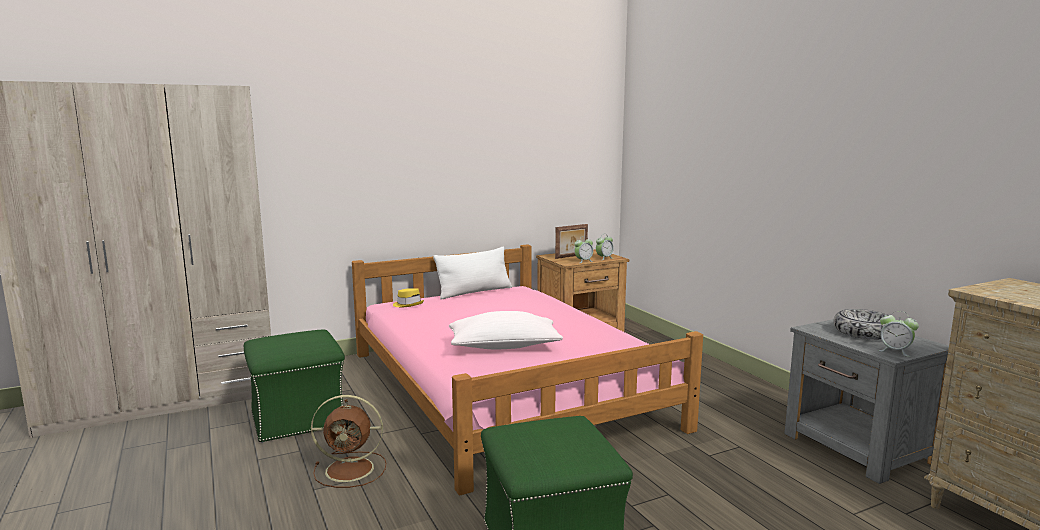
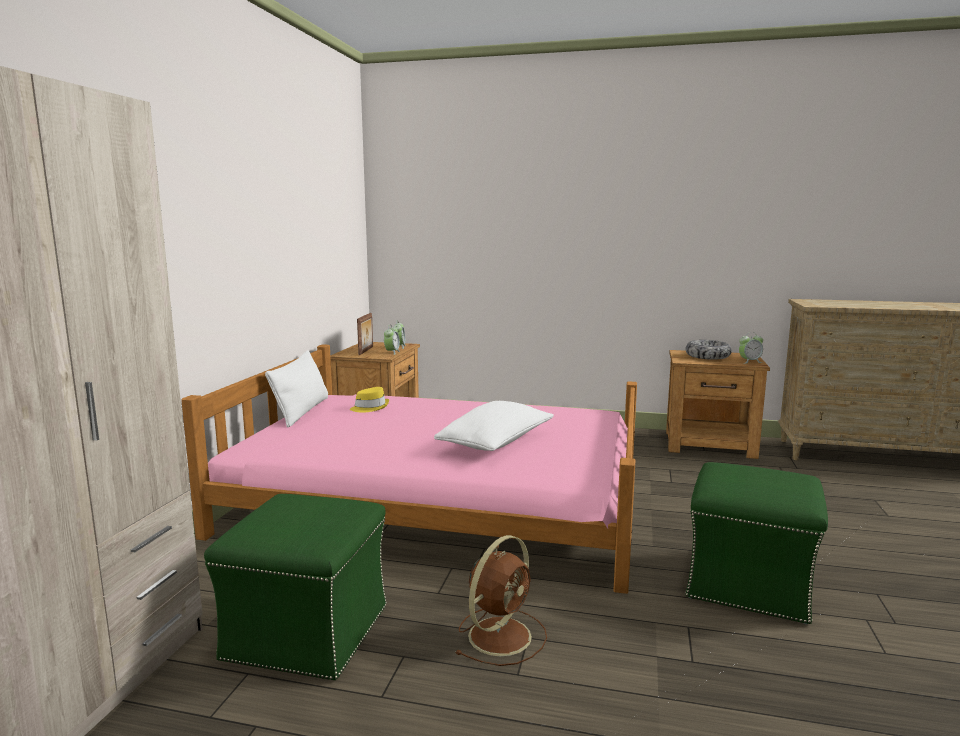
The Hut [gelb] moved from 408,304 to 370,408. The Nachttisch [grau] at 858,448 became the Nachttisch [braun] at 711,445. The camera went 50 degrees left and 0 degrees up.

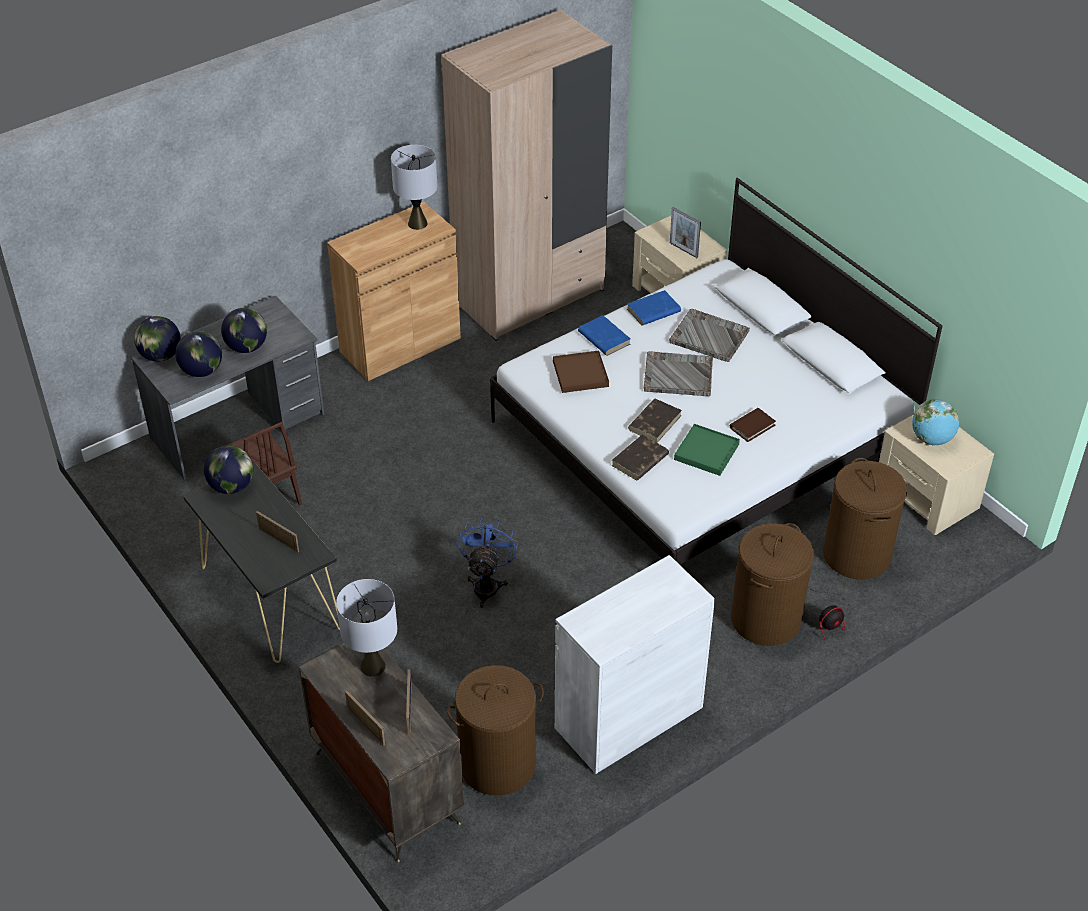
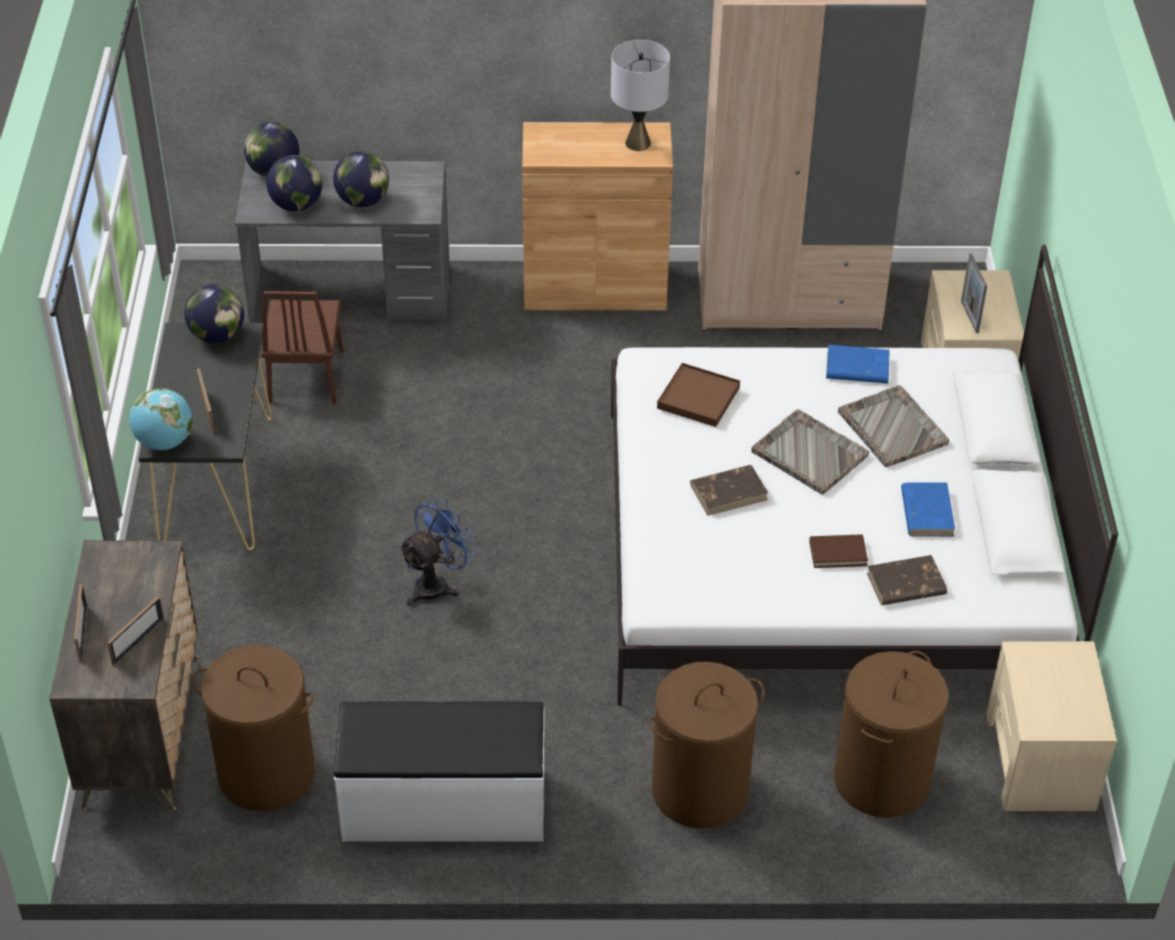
The Tischlampe [grau] at 373,666 disappeared. The Tablett [grün] at 706,452 disappeared. The Ventilator at 830,619 disappeared. The Buch [blau] moved from 603,338 to 926,512. The Buch [braun] moved from 639,460 to 905,584. The Globus moved from 932,439 to 164,442. The Schrank [weiß] at 629,718 was replaced by the Bank [weiß] at 444,806. The camera went 35 degrees right and 0 degrees up.

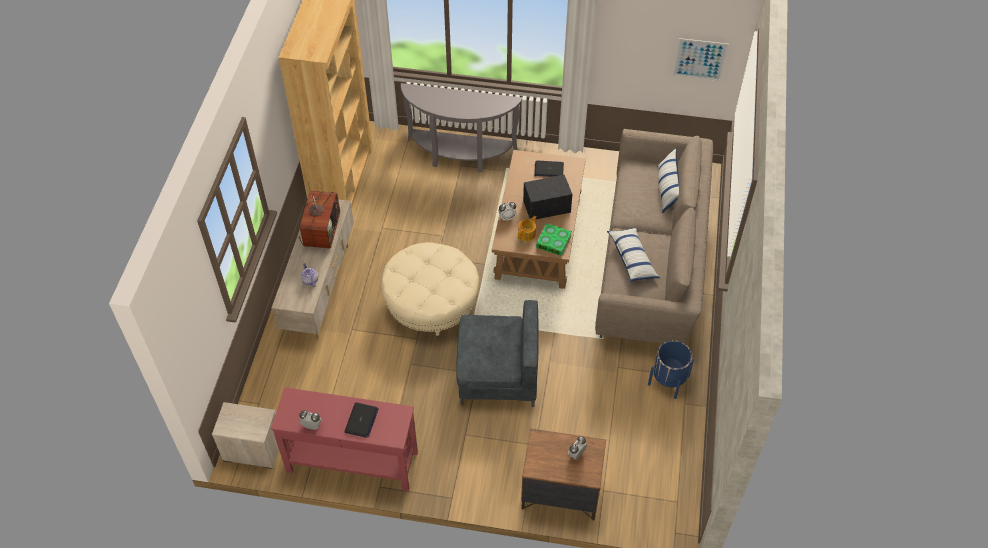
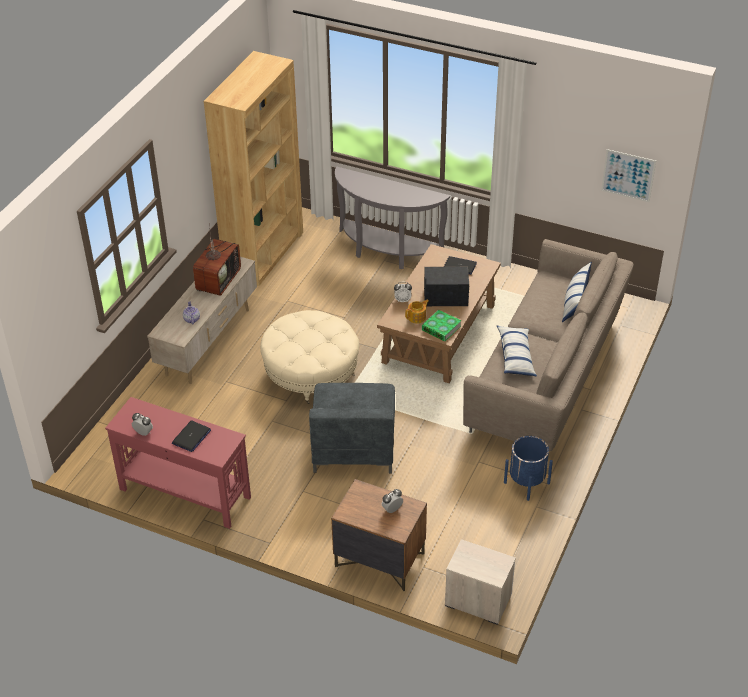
The Nachttisch moved from 252,448 to 477,599. The Sessel [grau] at 497,373 turned 75 degrees clockwise. The camera went 15 degrees right and 10 degrees down.

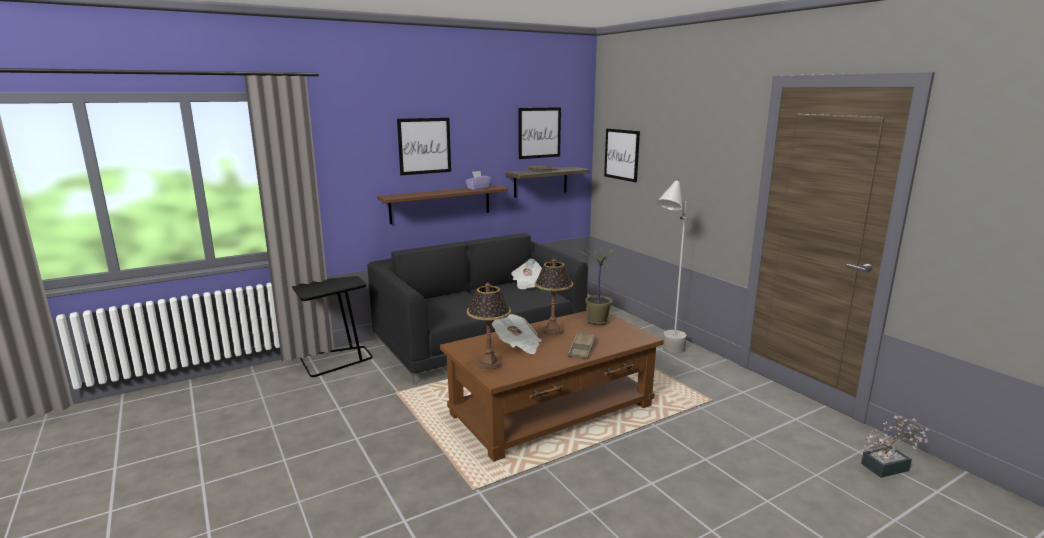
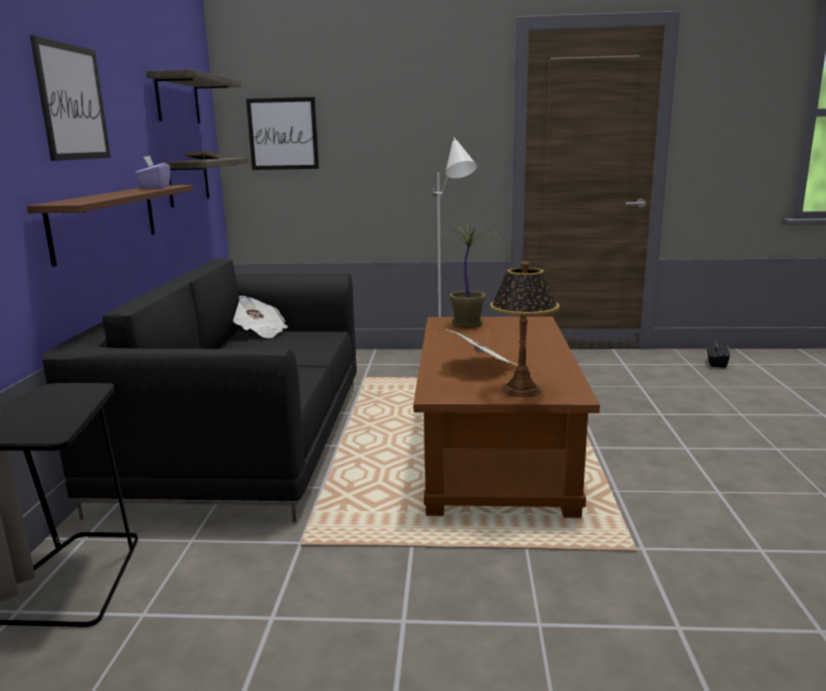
The Tischlampe at 553,330 disappeared. The Tablett [braun] at 582,349 disappeared. The Bild at 539,133 was replaced by the Wandregal at 178,100. The Topfpflanze at 889,466 was replaced by the Taschentuchbox [schwarz] at 716,363. The camera went 55 degrees left and 0 degrees up.

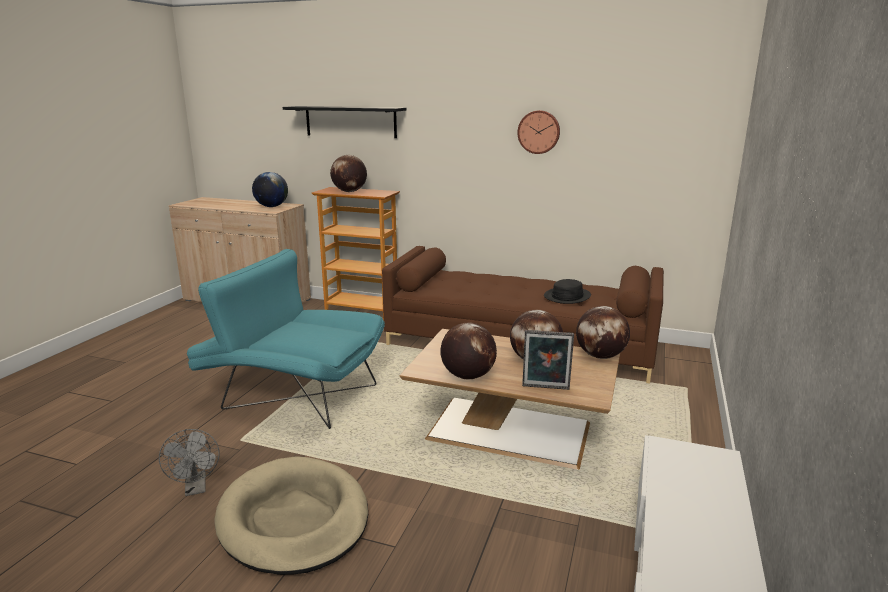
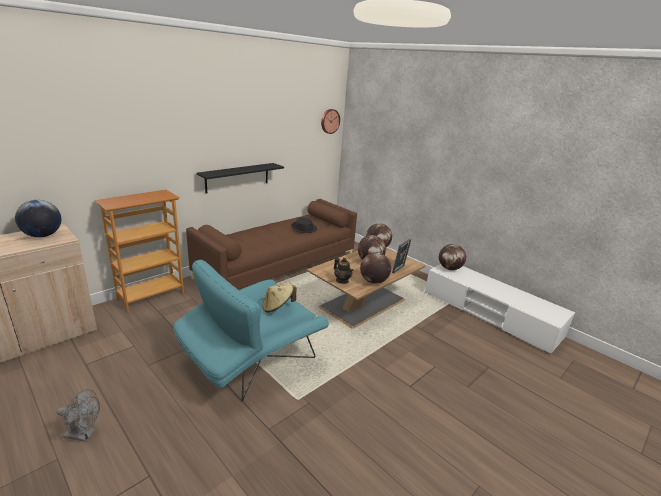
The Hundebett [beige] at 294,519 disappeared. The Hut [beige] at 277,307 appeared. The Teekanne at 342,280 appeared. The Ventilator [grau] moved from 196,488 to 84,434. The Wandregal [schwarz] moved from 350,121 to 237,177. The Globus moved from 349,192 to 449,269. The Wanduhr moved from 539,132 to 329,121. The camera went 65 degrees left and 5 degrees up.

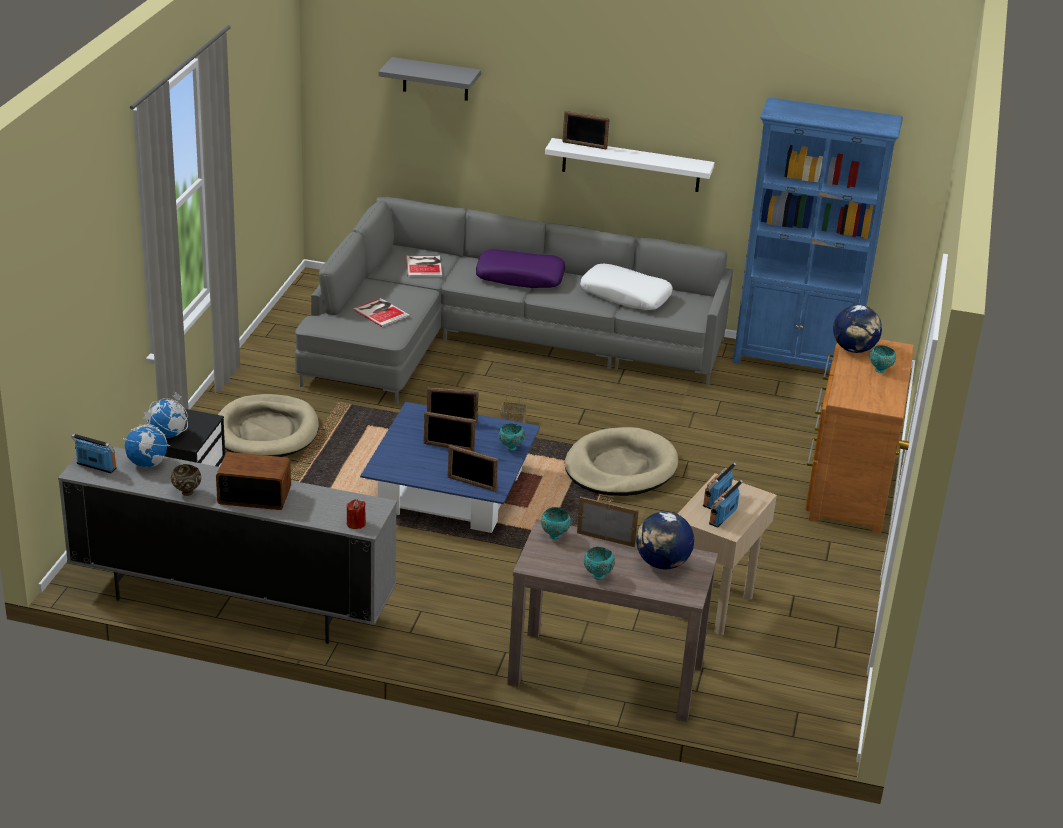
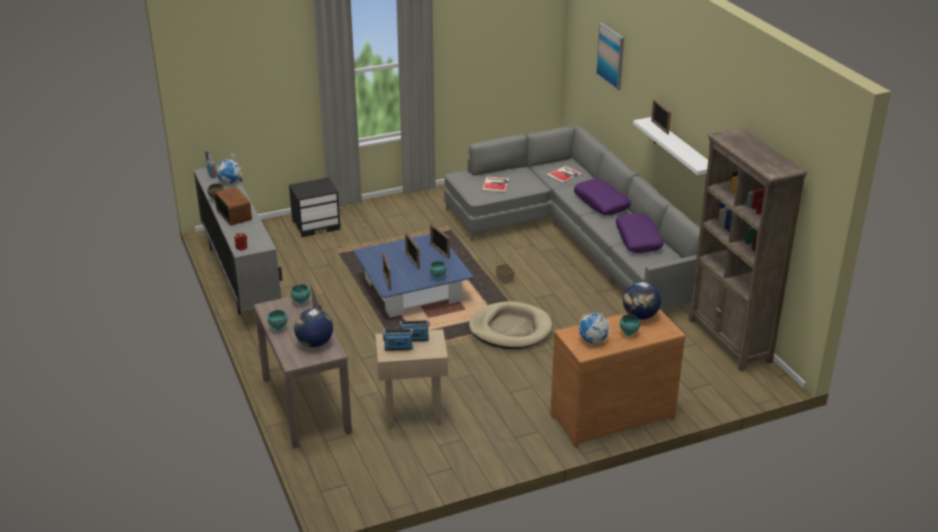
The Hundebett [beige] at 266,431 disappeared. The Globus moved from 168,435 to 593,341. The Wandregal [grau] at 435,79 was replaced by the Bild at 611,56. The Kissen [weiß] at 626,295 became the Kissen [lila] at 639,239. The Bücherregal [blau] at 796,362 became the Bücherregal [braun] at 729,341. The camera went 55 degrees right and 0 degrees up.

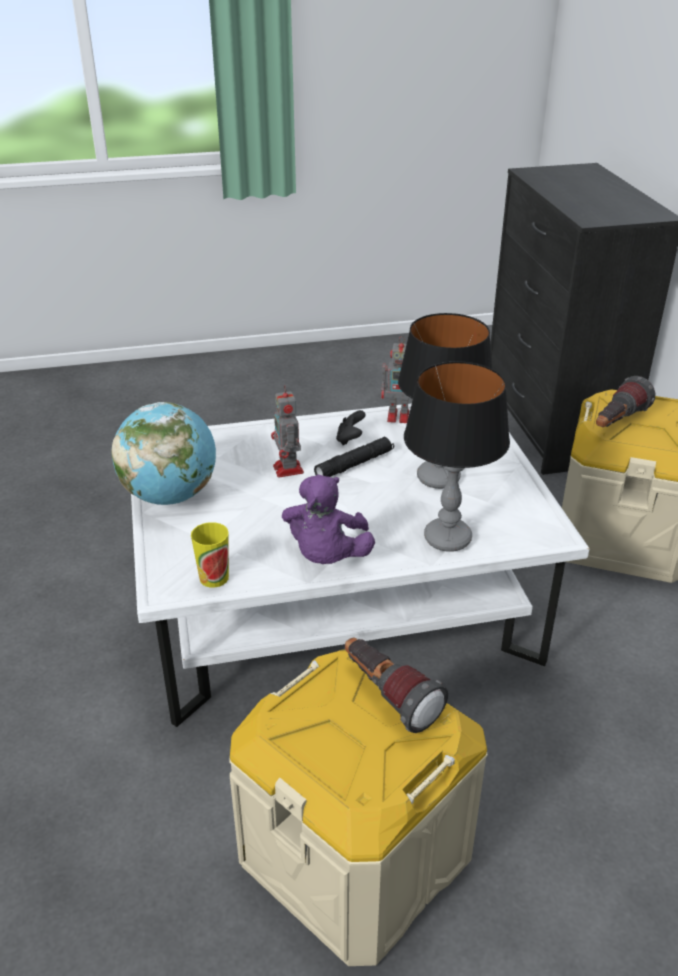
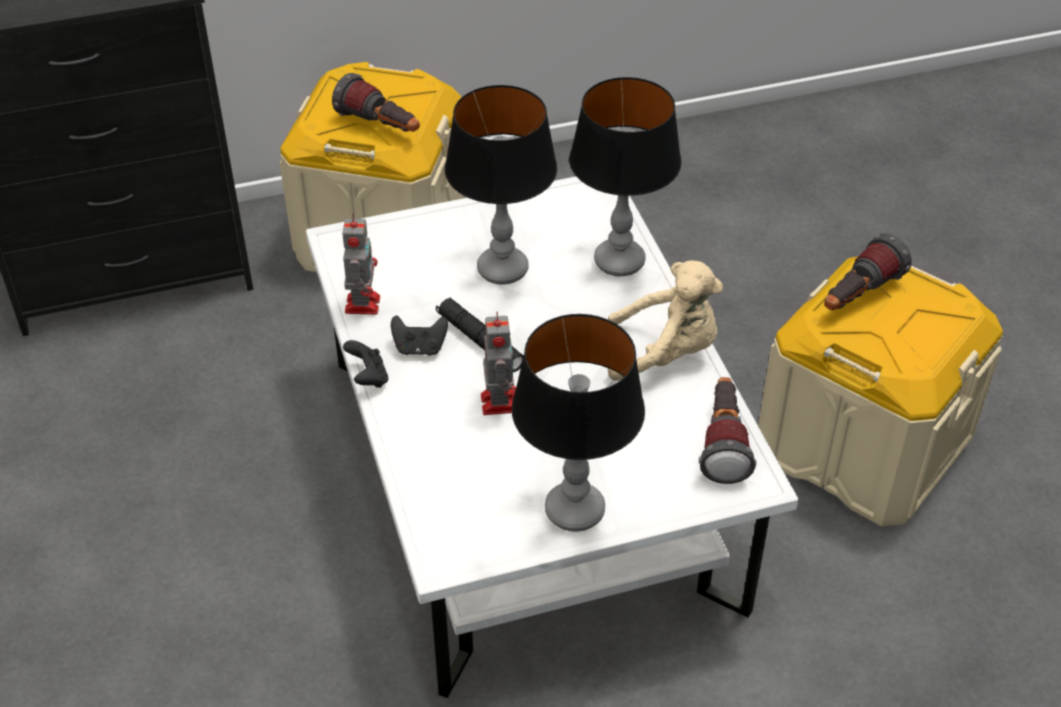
The Gamepad [schwarz] at 368,377 appeared. The Globus at 170,495 was replaced by the Tischlampe at 574,510. The Tasse at 214,577 was replaced by the Taschenlampe at 723,443. The Plüschtier [lila] at 327,556 became the Plüschtier [beige] at 666,353. The Spielzeugroboter at 288,470 turned 75 degrees counterclockwise. The camera went 95 degrees left and 10 degrees up.

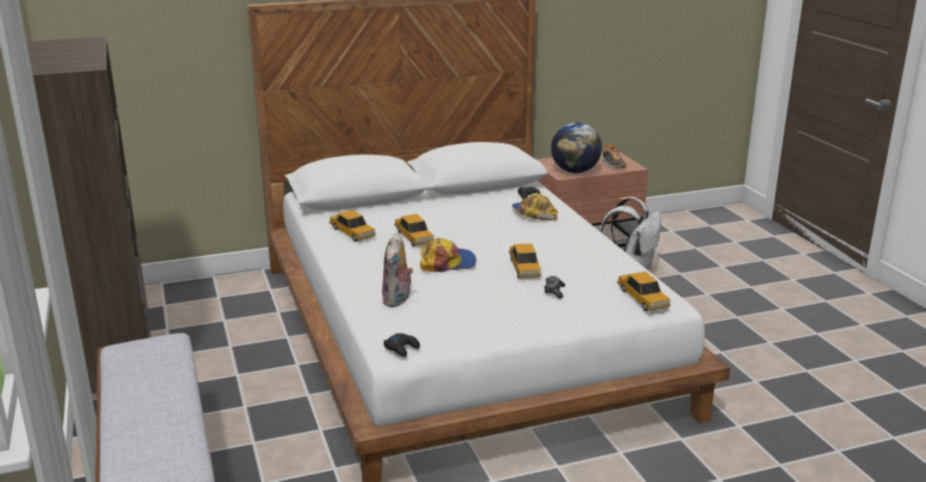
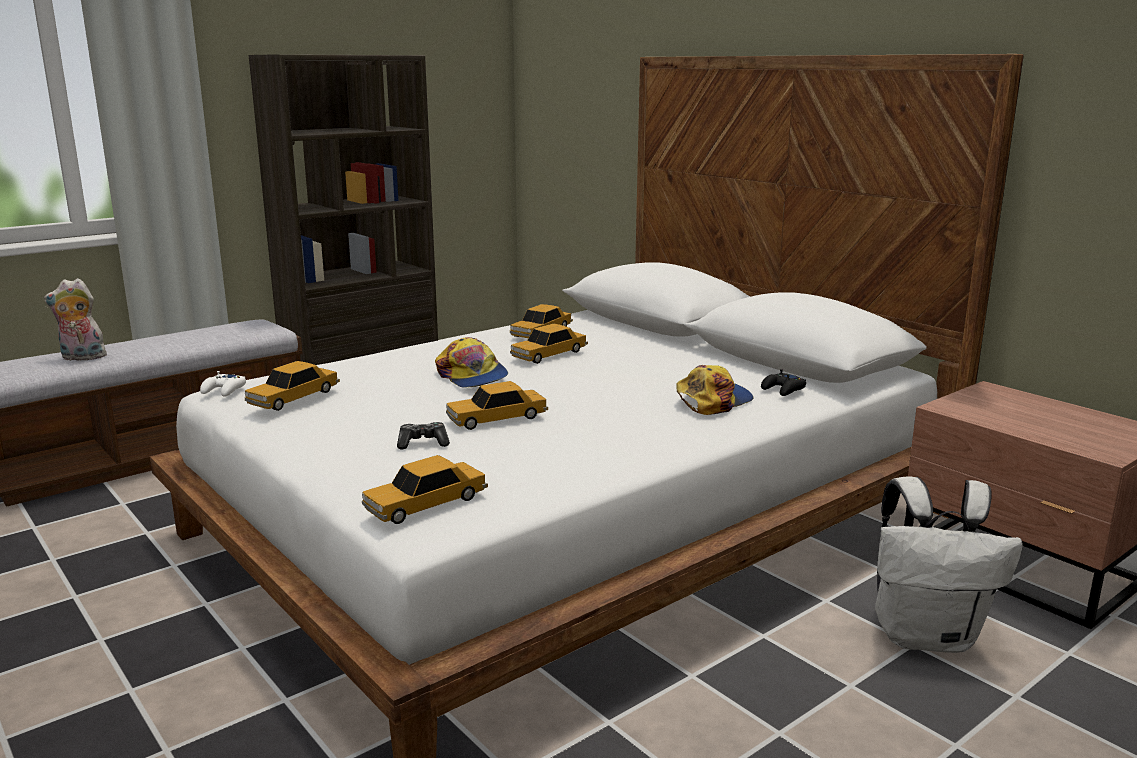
The Globus at 575,171 disappeared. The Schuh at 612,164 disappeared. The Spielzeugauto at 293,397 appeared. The Plüschtier moved from 398,300 to 81,358. The Gamepad [schwarz] at 402,348 became the Gamepad [weiß] at 224,390. The camera went 70 degrees right and 5 degrees down.

